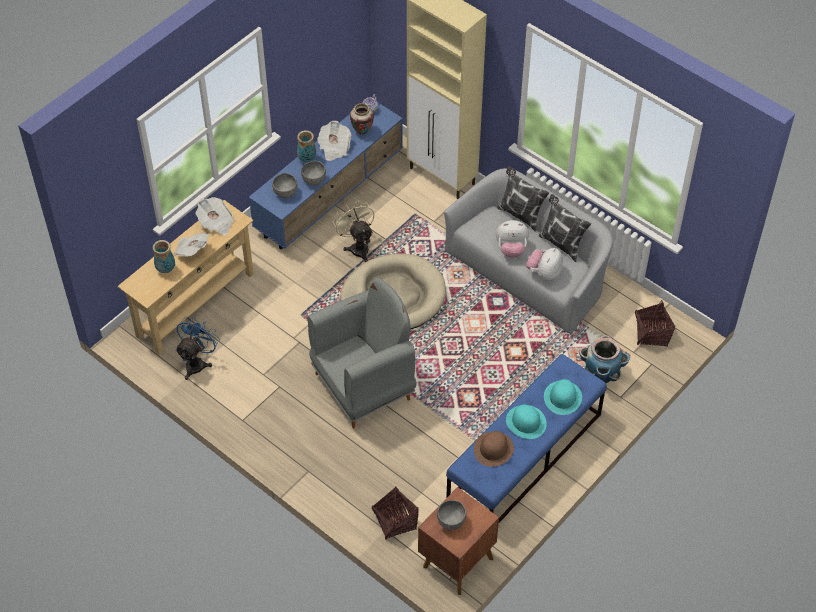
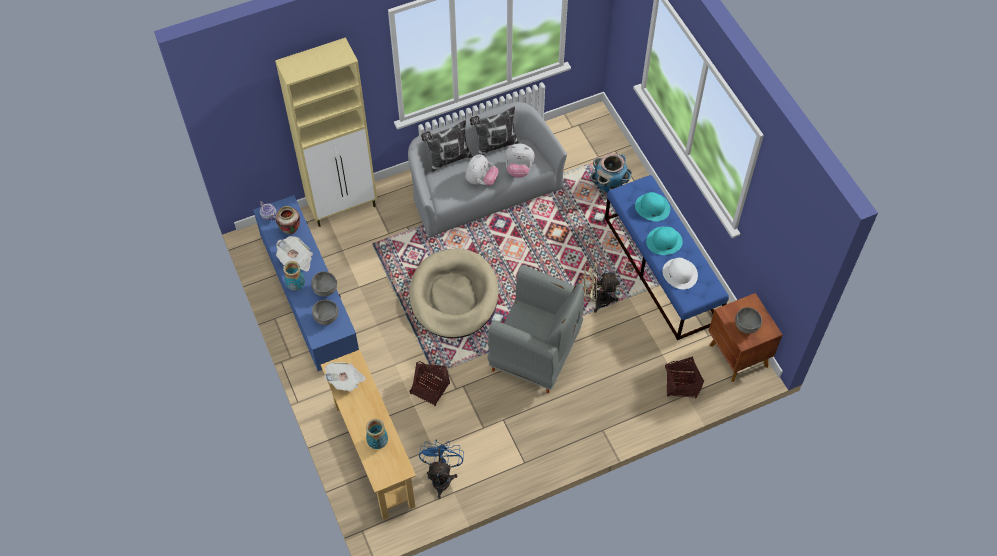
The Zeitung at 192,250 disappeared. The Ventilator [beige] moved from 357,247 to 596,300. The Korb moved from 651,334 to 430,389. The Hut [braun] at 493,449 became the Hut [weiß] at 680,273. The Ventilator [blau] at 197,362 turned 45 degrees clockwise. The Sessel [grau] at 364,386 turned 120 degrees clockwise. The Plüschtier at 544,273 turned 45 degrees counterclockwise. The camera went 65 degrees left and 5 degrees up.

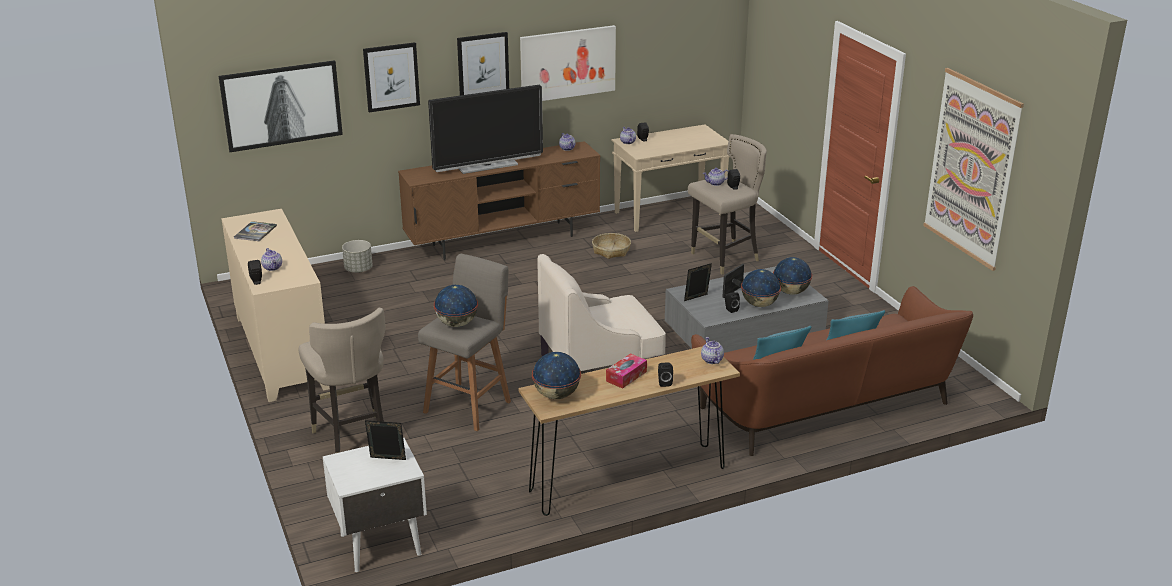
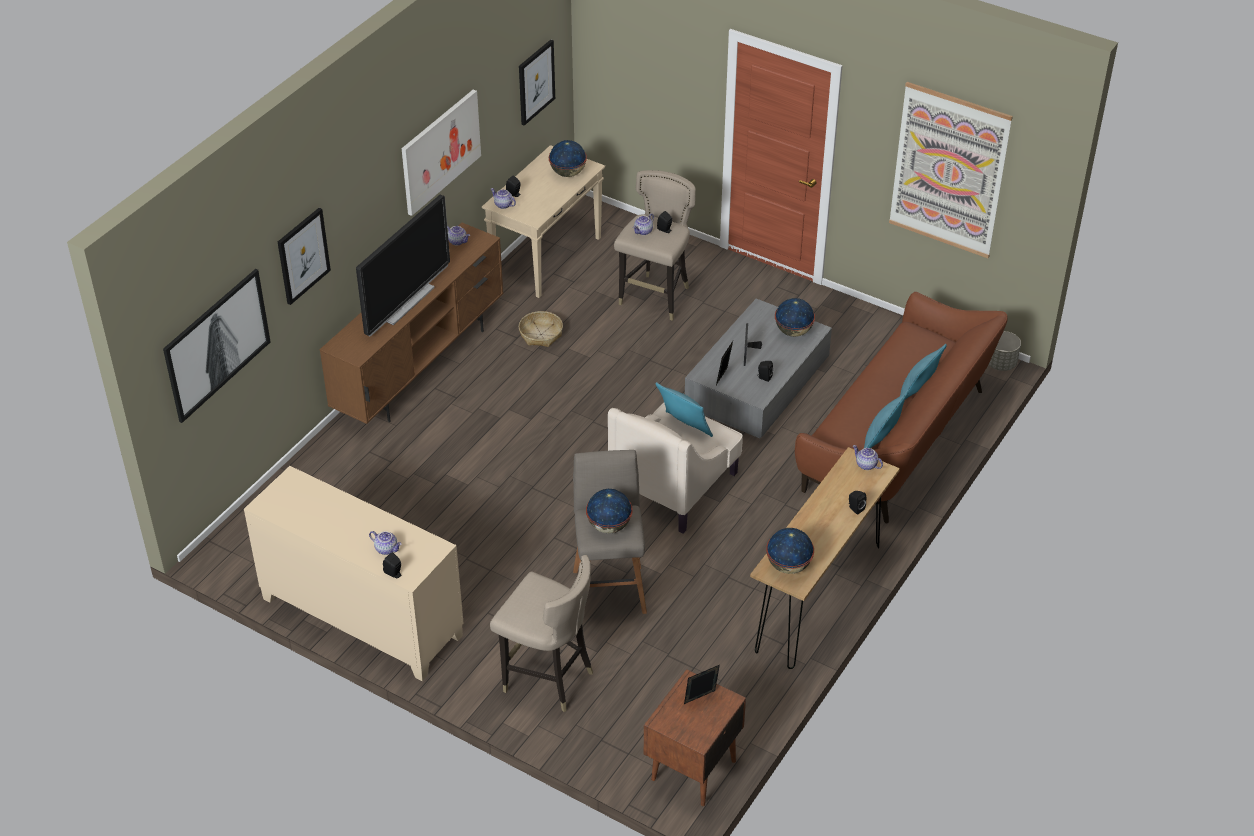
The Buch at 255,232 disappeared. The Taschentuchbox at 626,376 disappeared. The Kissen [türkis] at 684,428 appeared. The Pflanzkübel [grau] moved from 358,270 to 1001,364. The Bild moved from 483,65 to 536,82. The Globus moved from 759,304 to 568,173. The Nachttisch [weiß] at 379,544 became the Nachttisch [braun] at 692,770. The camera went 35 degrees left and 15 degrees up.

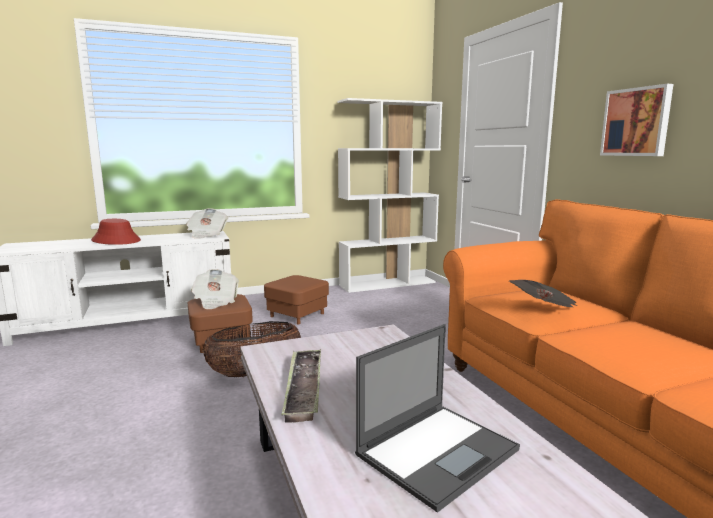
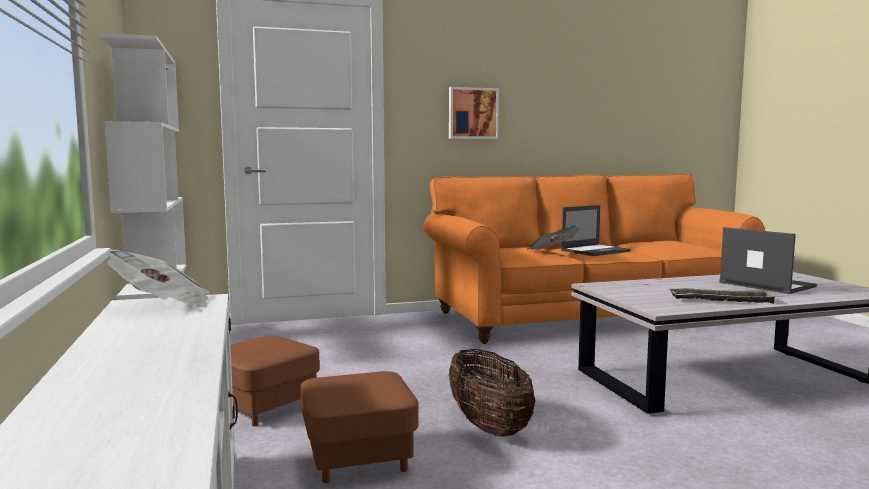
The Hut [rot] at 116,240 disappeared. The Zeitung at 215,301 disappeared. The Laptop at 595,251 appeared. The camera went 85 degrees left and 5 degrees down.

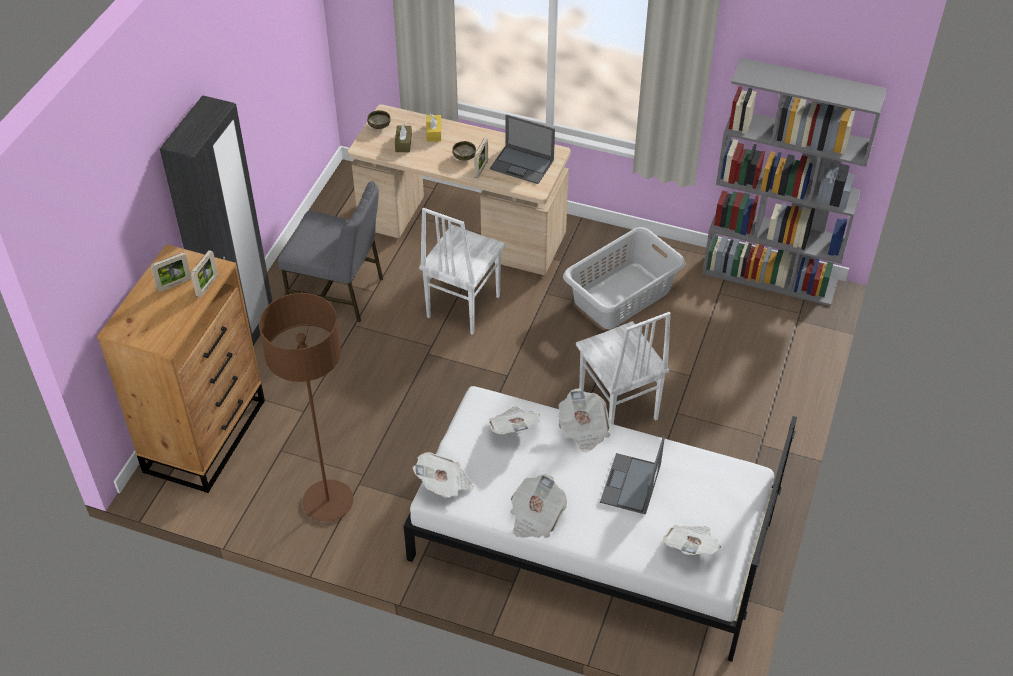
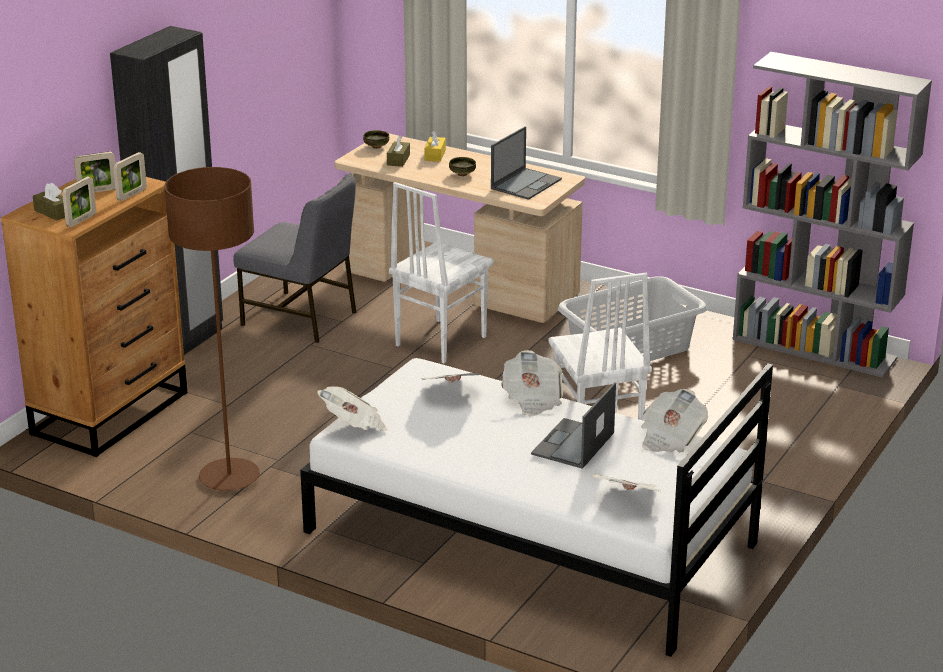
The Taschentuchbox [braun] at 53,212 appeared. The Bilderrahmen moved from 481,169 to 81,220. The Zeitung moved from 535,517 to 670,438. The Laptop at 522,165 turned 90 degrees counterclockwise. The camera went 10 degrees right and 20 degrees down.

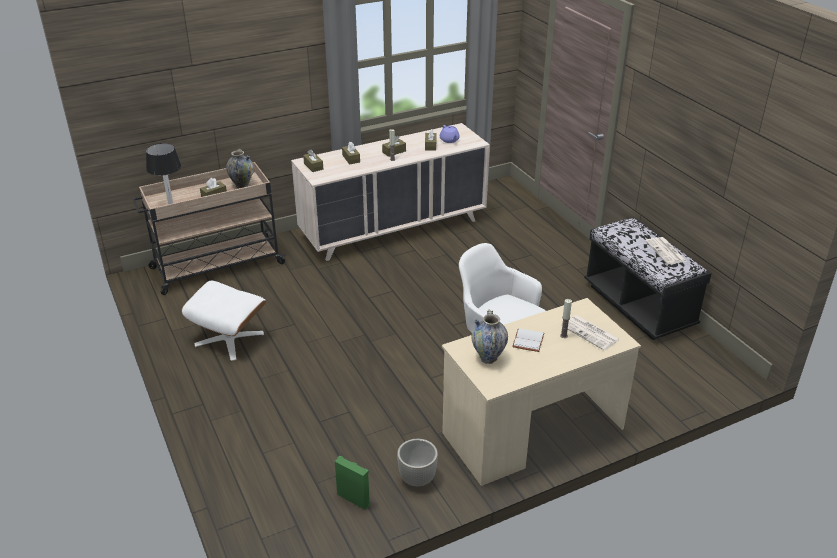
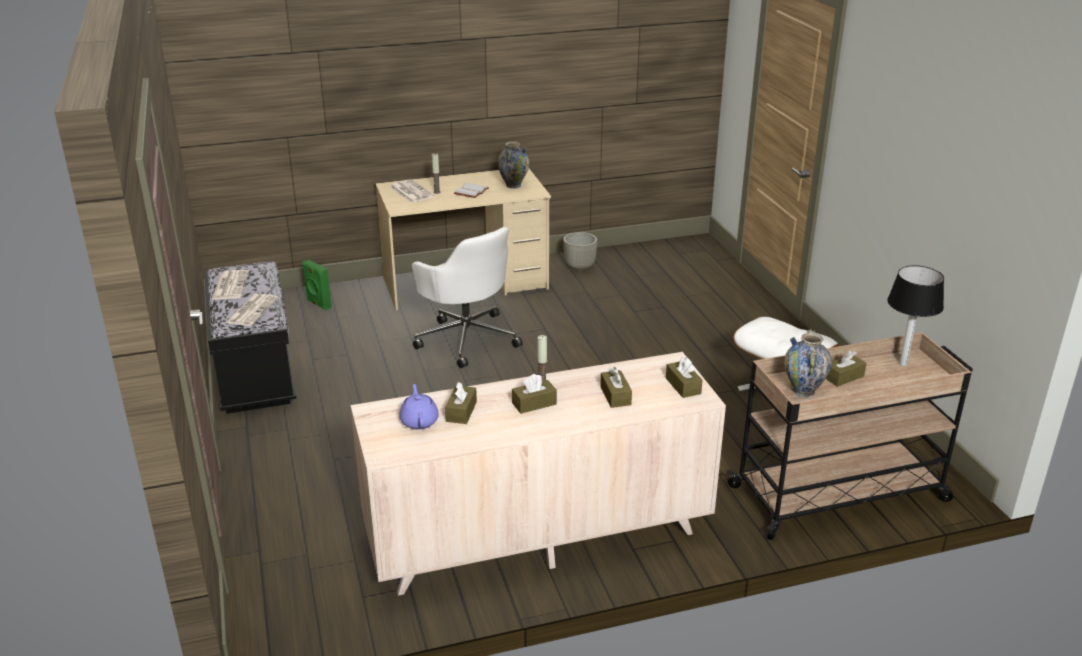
The Zeitung at 252,310 appeared. The Lautsprecher [grün] moved from 354,498 to 318,304. The camera went 170 degrees left and 5 degrees down.

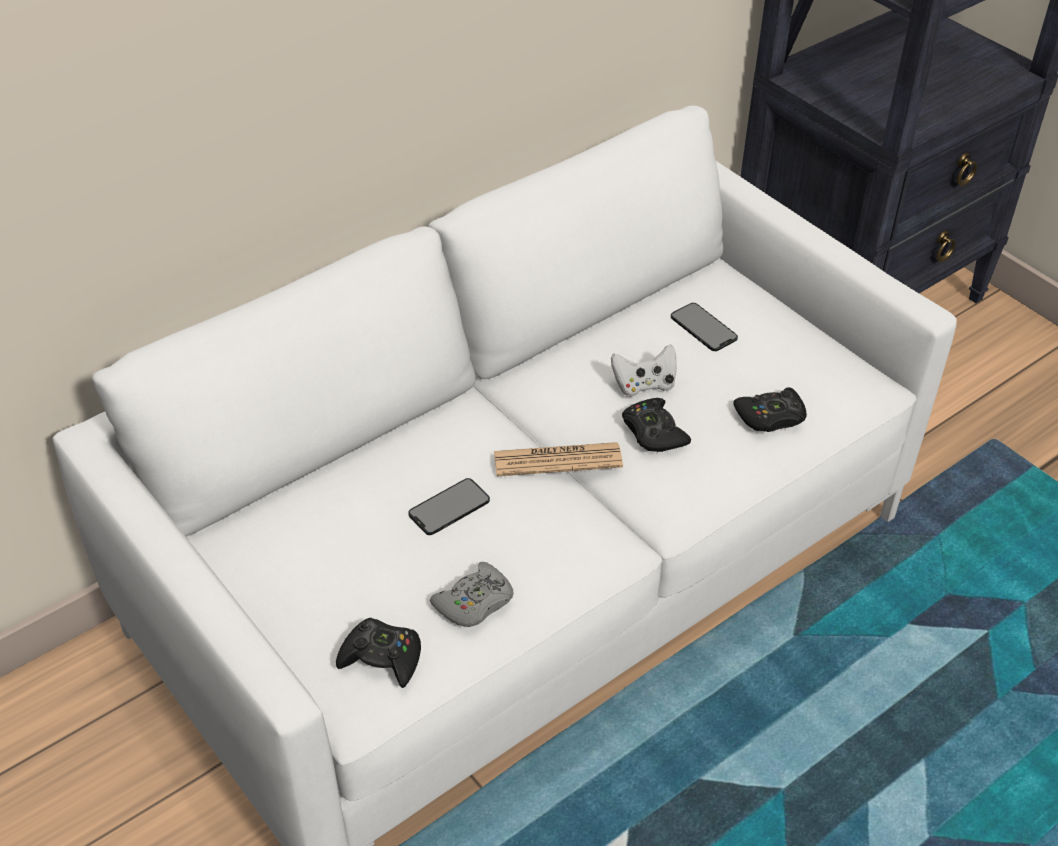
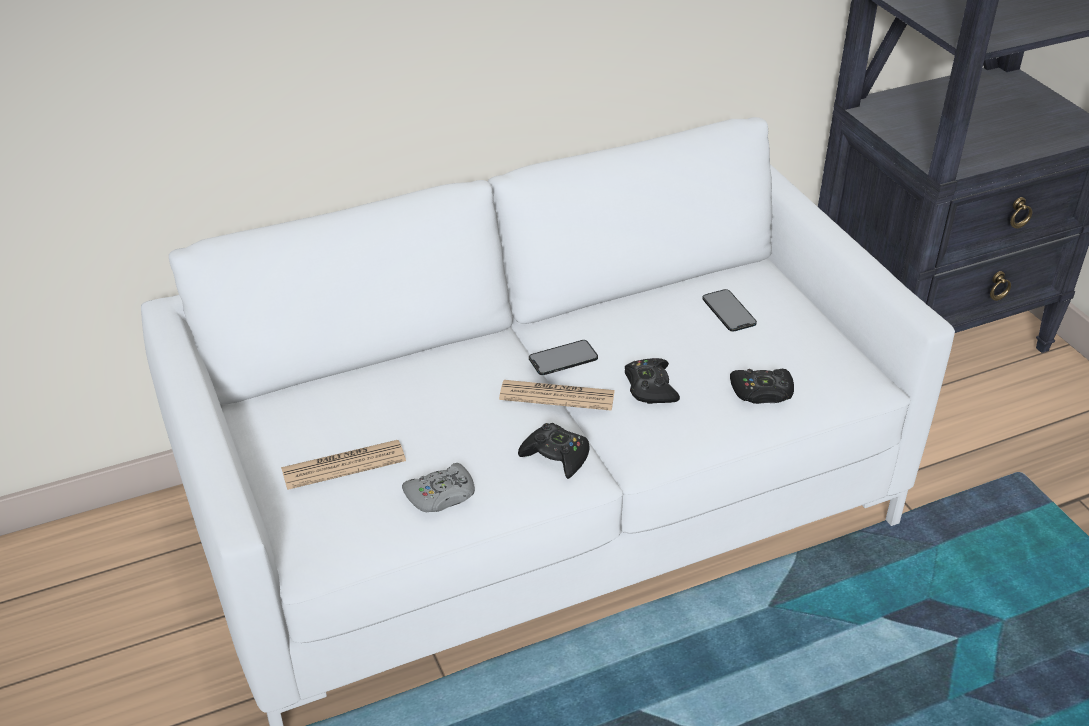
The Gamepad [weiß] at 644,385 disappeared. The Zeitung at 343,465 appeared. The Gamepad [schwarz] moved from 382,658 to 556,456. The Handy moved from 449,507 to 563,358. The camera went 15 degrees right and 5 degrees down.

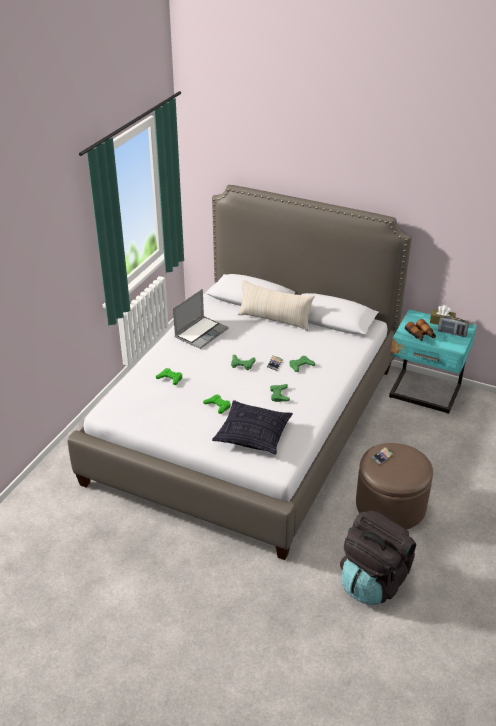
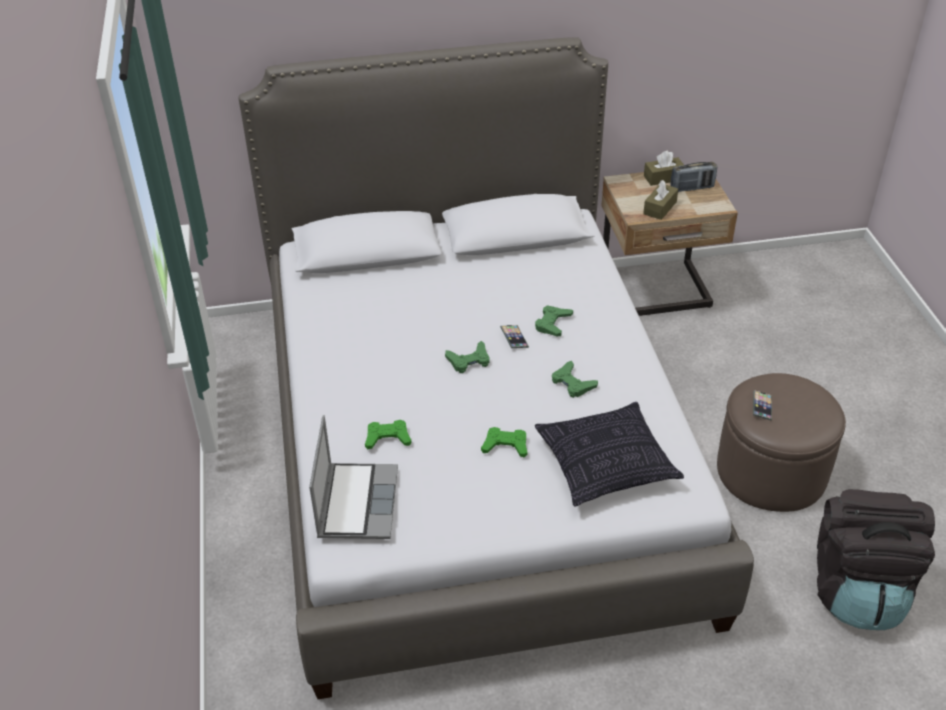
The Kissen [beige] at 274,320 disappeared. The Laptop moved from 201,333 to 356,502. The Fernglas at 421,335 was replaced by the Taschentuchbox [braun] at 660,208. The Nachttisch [türkis] at 424,393 became the Nachttisch [beige] at 657,293. The camera went 35 degrees left and 5 degrees up.

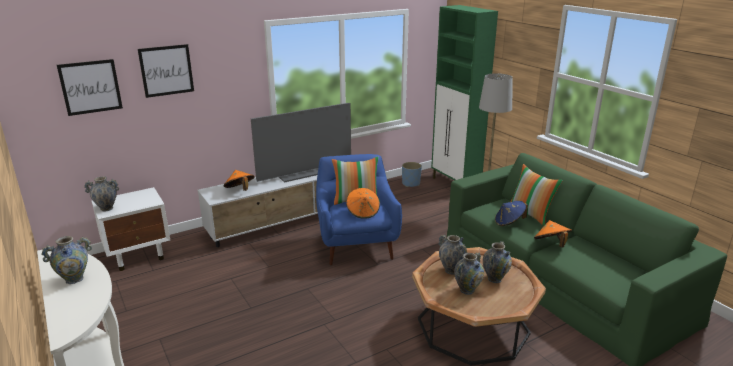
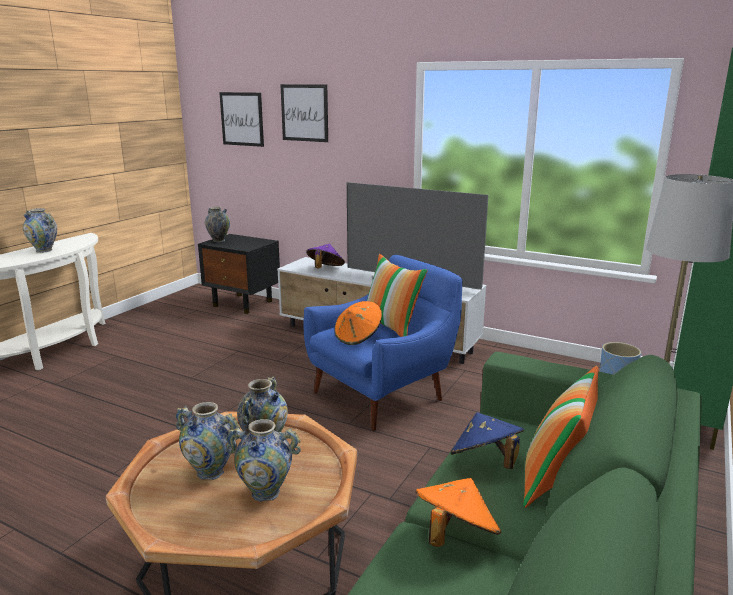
The Nachttisch [weiß] at 139,255 became the Nachttisch [schwarz] at 243,304. The Hut [orange] at 240,190 became the Hut [lila] at 325,269. The camera went 60 degrees right and 5 degrees down.

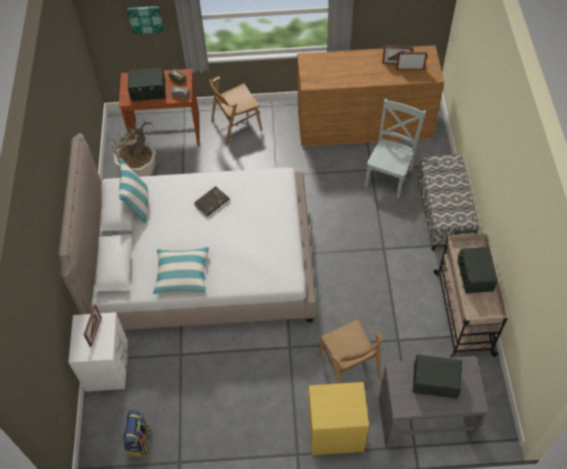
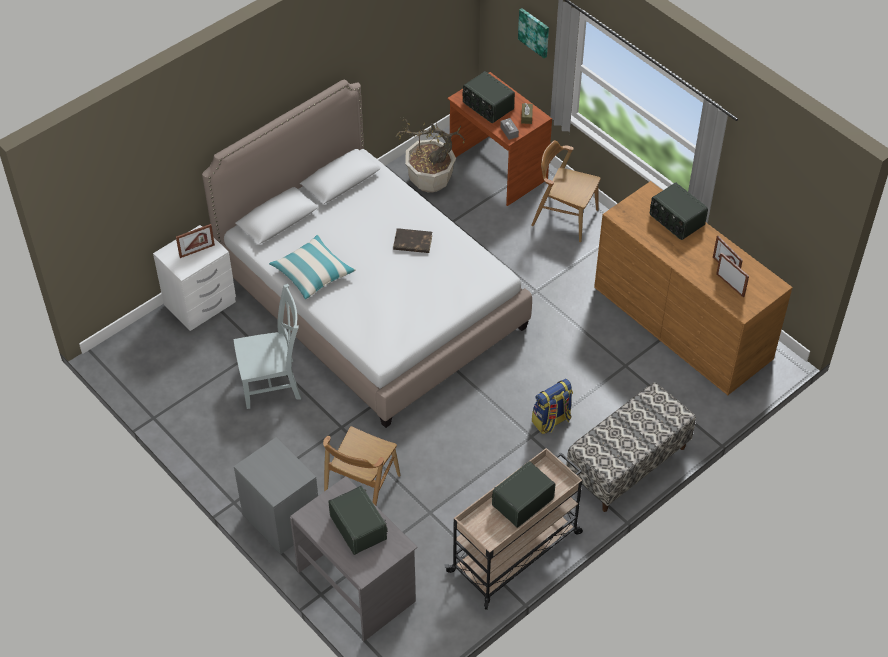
The Kissen at 138,204 disappeared. The Radio at 676,220 appeared. The Rucksack moved from 139,442 to 551,421. The Stuhl [grau] moved from 390,176 to 273,384. The Nachttisch [gelb] at 335,431 became the Nachttisch [grau] at 282,519. The camera went 50 degrees right and 5 degrees down.

